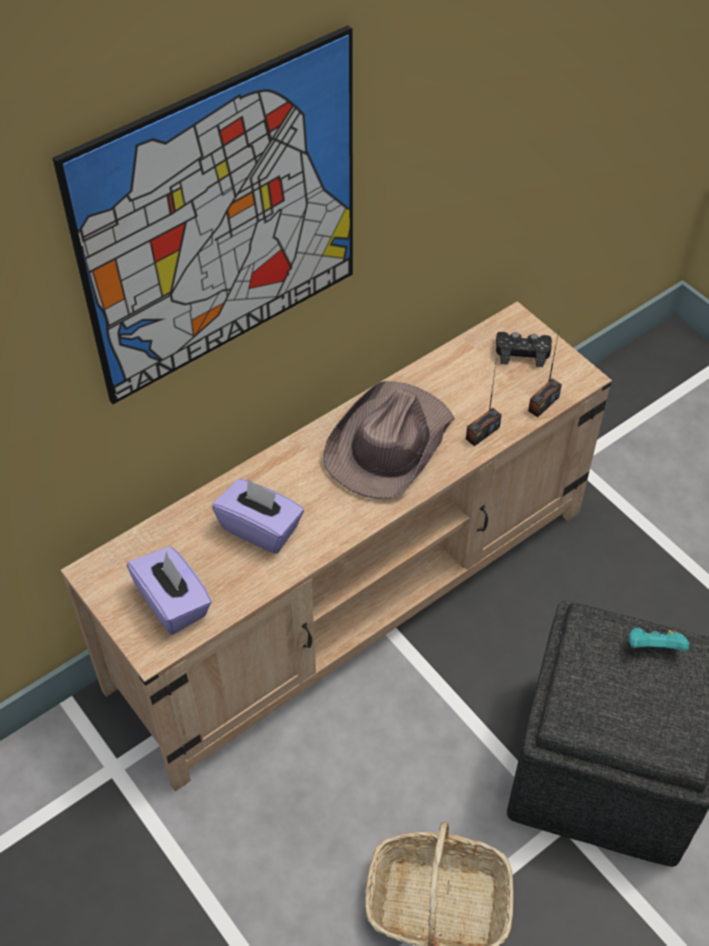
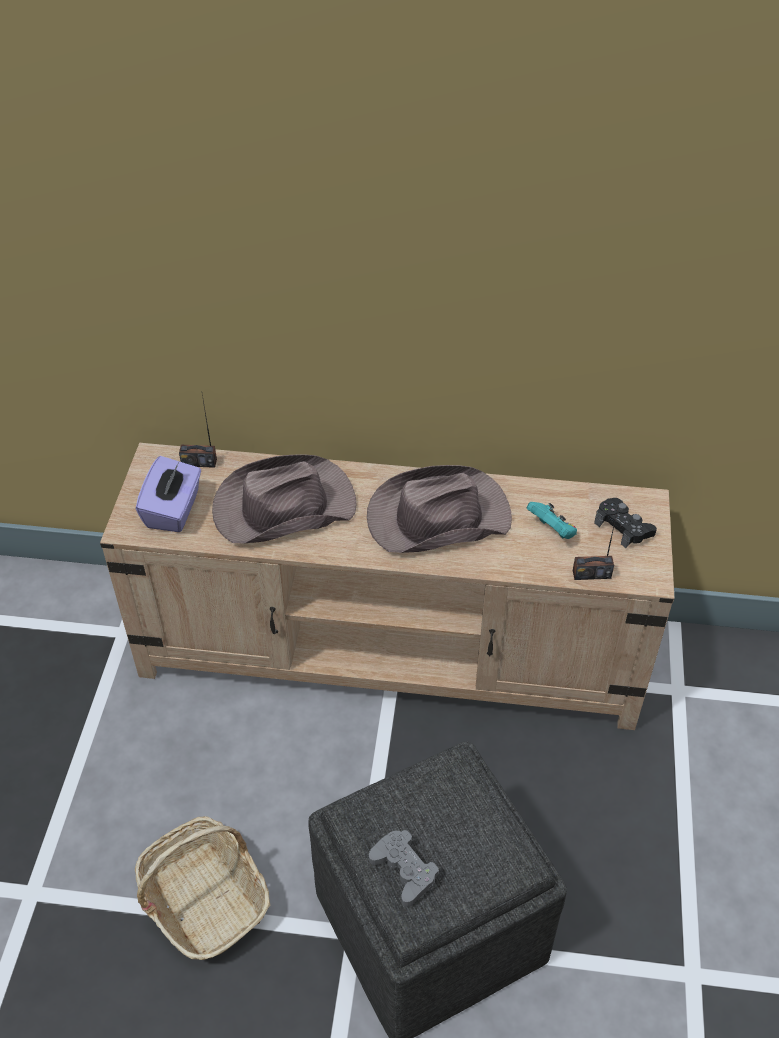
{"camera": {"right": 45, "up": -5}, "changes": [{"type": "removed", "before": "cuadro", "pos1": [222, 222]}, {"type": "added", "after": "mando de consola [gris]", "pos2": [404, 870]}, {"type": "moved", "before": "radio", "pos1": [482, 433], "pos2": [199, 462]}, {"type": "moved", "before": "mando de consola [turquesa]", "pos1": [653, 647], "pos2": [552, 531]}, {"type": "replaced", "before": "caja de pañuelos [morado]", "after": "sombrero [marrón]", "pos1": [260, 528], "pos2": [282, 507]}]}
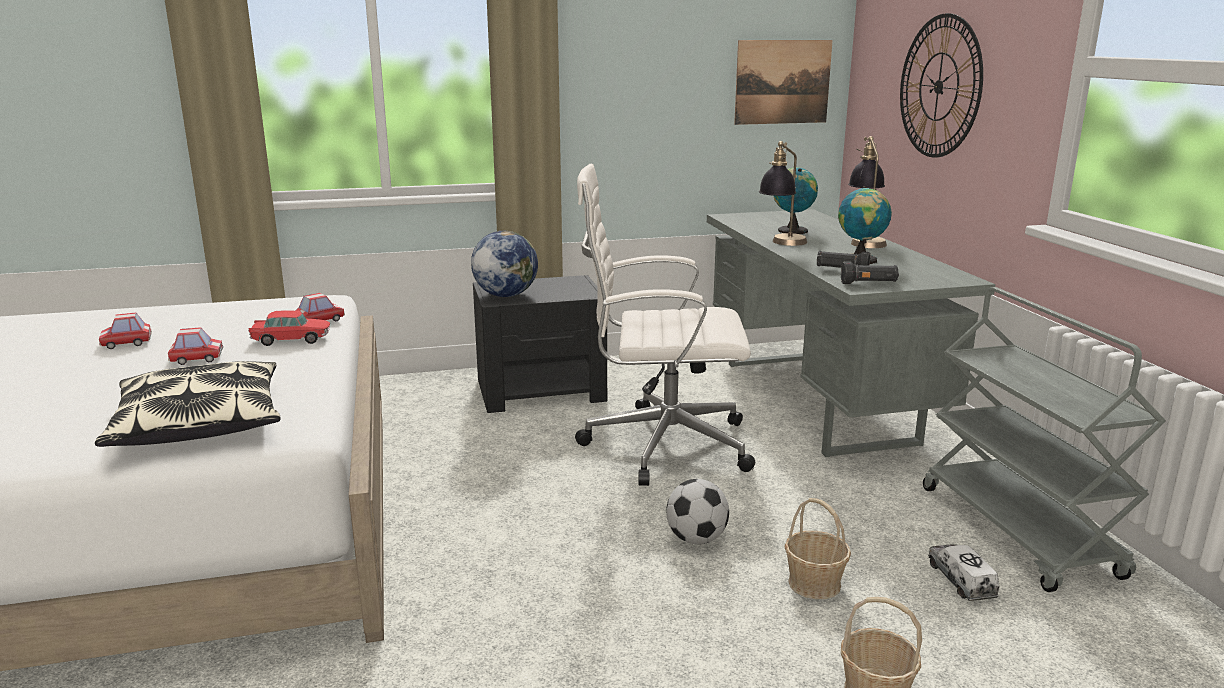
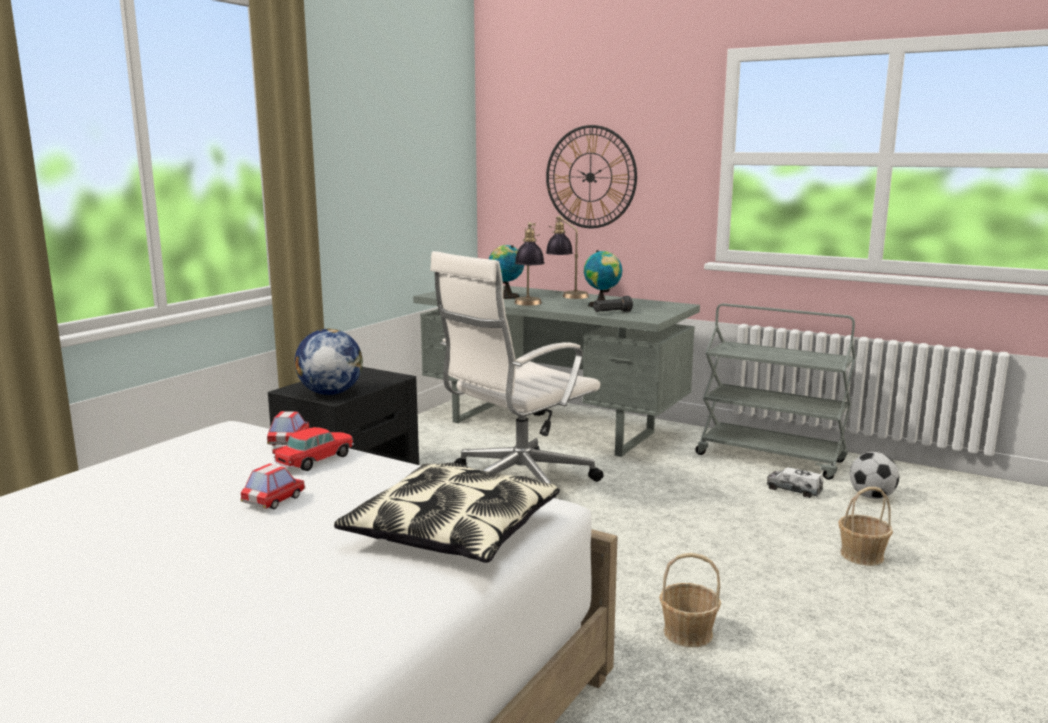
{"camera": {"right": -45, "up": -5}, "changes": [{"type": "removed", "before": "coche de juguete", "pos1": [127, 343]}, {"type": "removed", "before": "cuadro", "pos1": [782, 82]}, {"type": "removed", "before": "linterna [negro]", "pos1": [868, 283]}, {"type": "moved", "before": "balón de fútbol", "pos1": [696, 539], "pos2": [872, 497]}, {"type": "moved", "before": "cesta", "pos1": [814, 583], "pos2": [687, 633]}]}
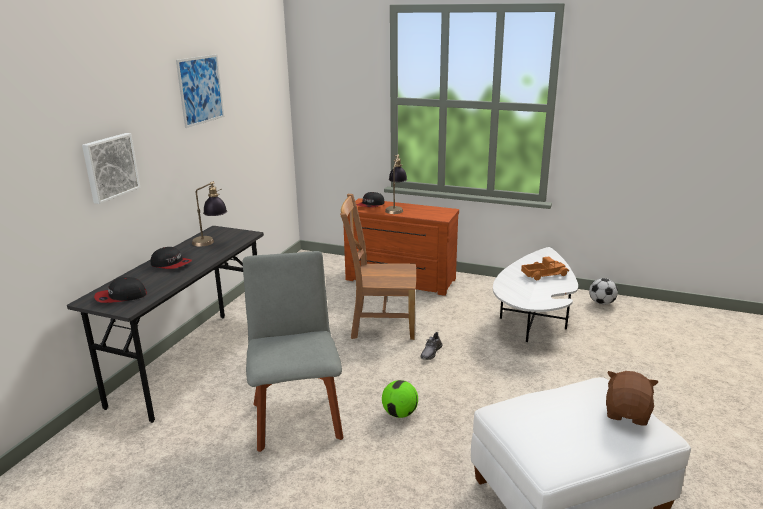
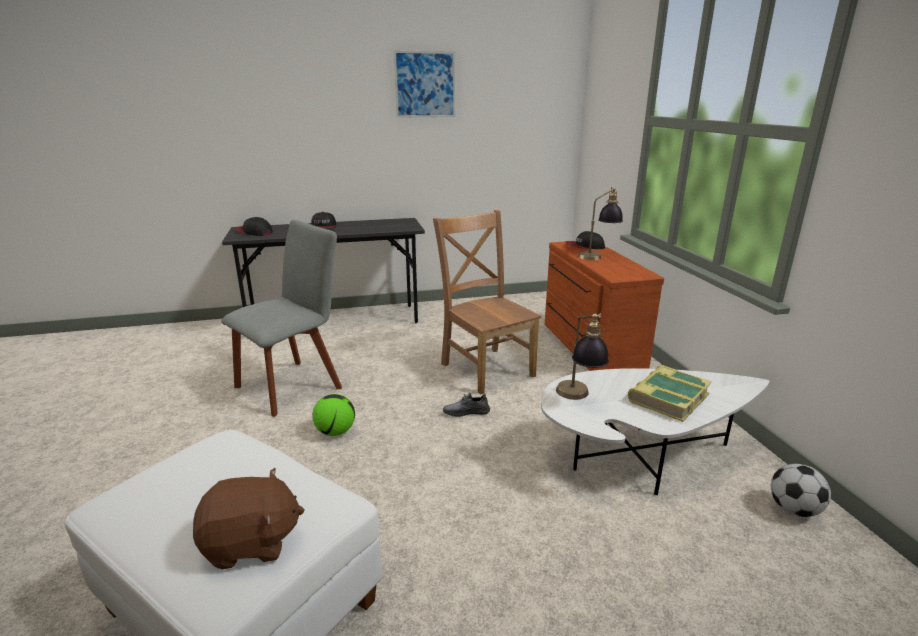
{"camera": {"right": 55, "up": 0}, "changes": [{"type": "removed", "before": "cuadro", "pos1": [110, 167]}, {"type": "moved", "before": "lámpara de mesa", "pos1": [211, 243], "pos2": [578, 398]}, {"type": "replaced", "before": "camión de juguete", "after": "libro", "pos1": [544, 274], "pos2": [667, 398]}]}
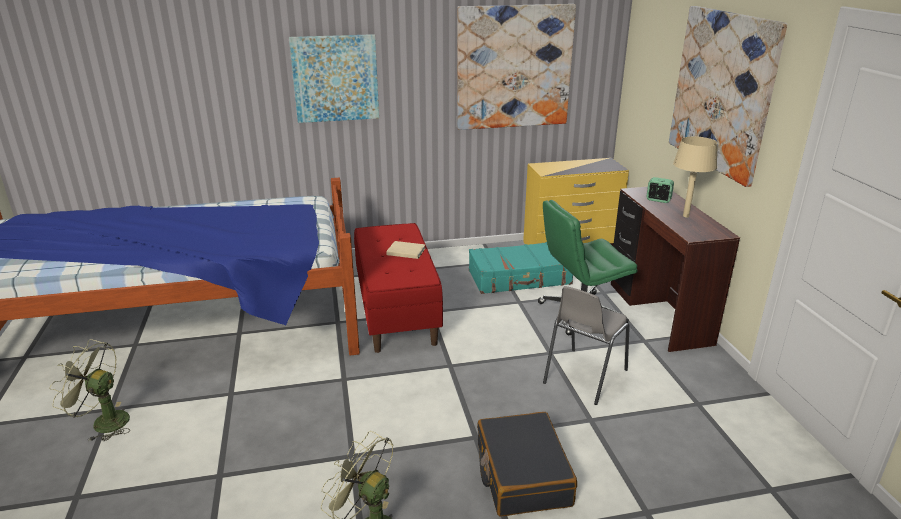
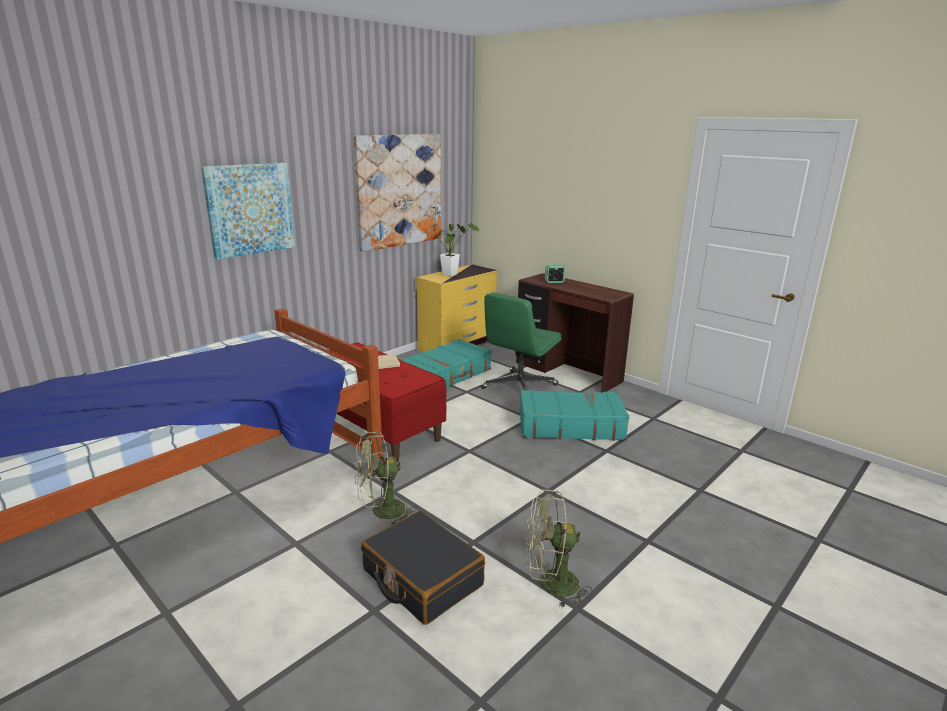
{"camera": {"right": -35, "up": -5}, "changes": [{"type": "removed", "before": "cuadro", "pos1": [722, 92]}, {"type": "removed", "before": "lámpara de mesa [beis]", "pos1": [685, 216]}, {"type": "added", "after": "planta en maceta", "pos2": [452, 274]}, {"type": "moved", "before": "ventilador [verde]", "pos1": [103, 422], "pos2": [381, 512]}, {"type": "moved", "before": "maleta [negro]", "pos1": [522, 474], "pos2": [422, 578]}, {"type": "replaced", "before": "silla [gris]", "after": "maleta [turquesa]", "pos1": [583, 376], "pos2": [570, 426]}]}
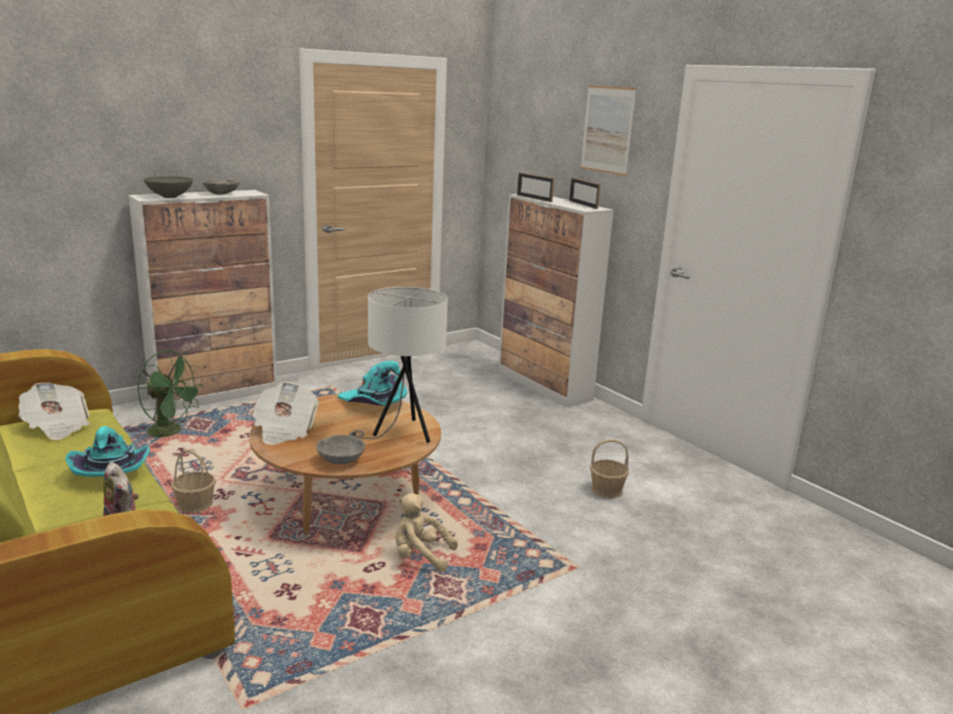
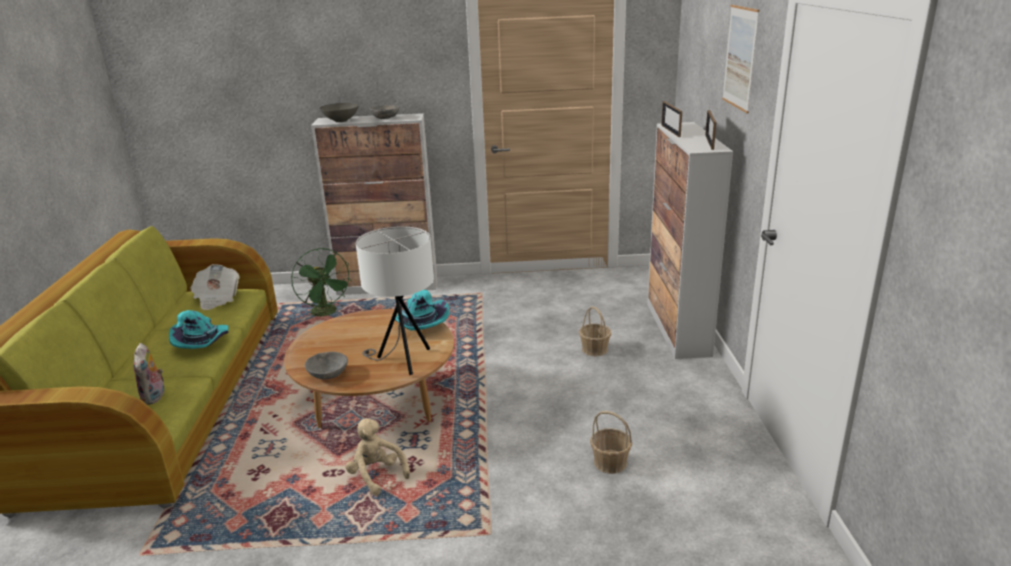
{"camera": {"right": 35, "up": 5}, "changes": [{"type": "removed", "before": "periódico", "pos1": [284, 430]}, {"type": "moved", "before": "cesta", "pos1": [195, 505], "pos2": [594, 349]}]}
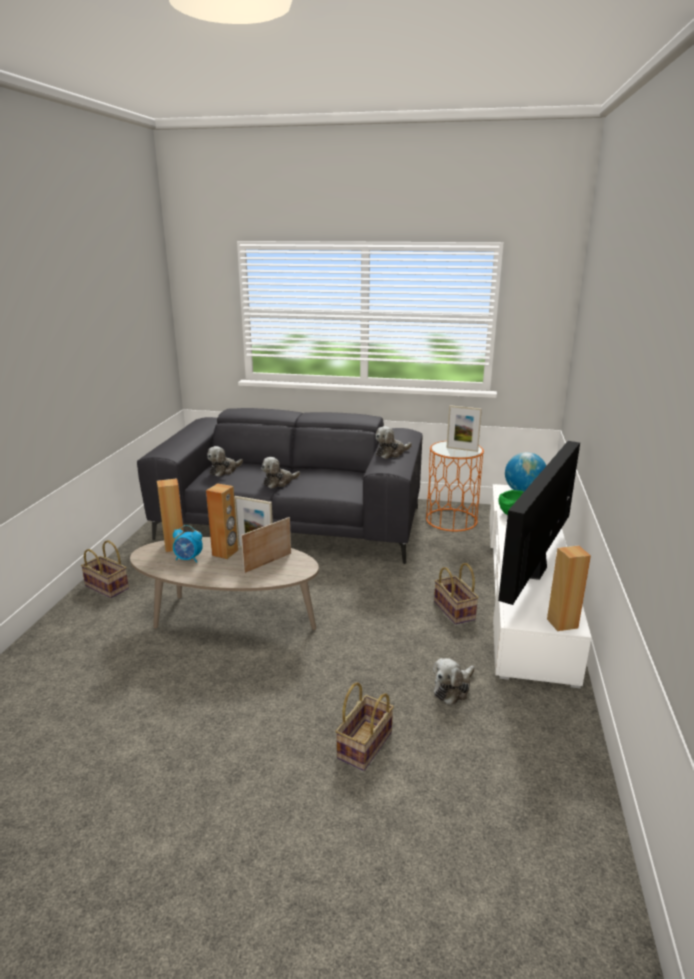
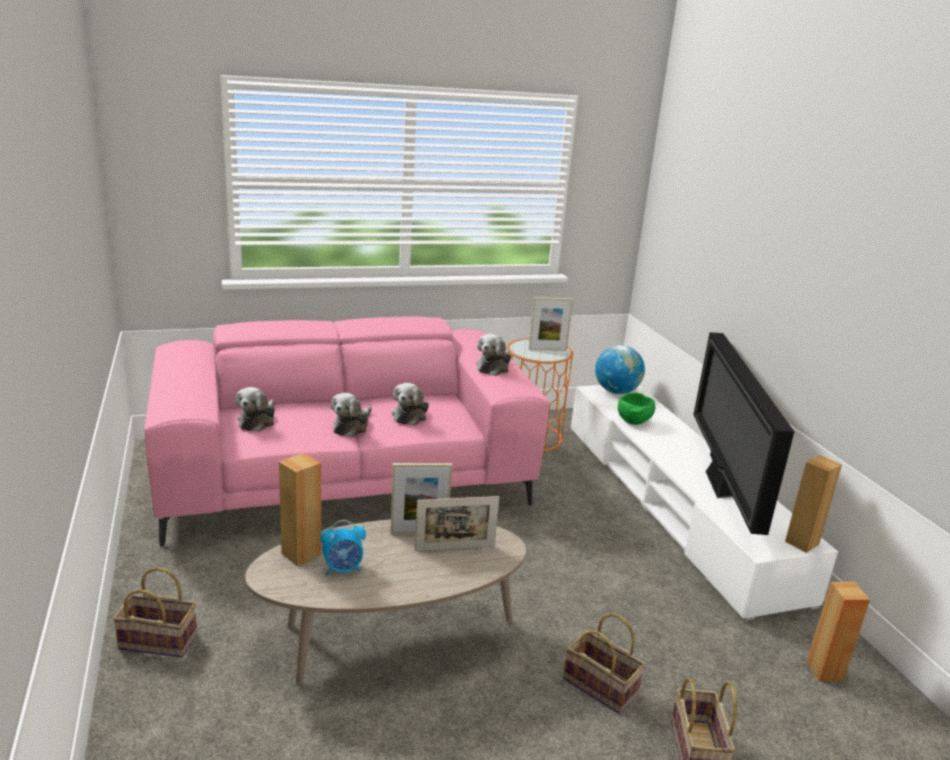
{"camera": {"right": -30, "up": 0}, "changes": [{"type": "moved", "before": "altavoz [marrón]", "pos1": [225, 553], "pos2": [825, 671]}, {"type": "moved", "before": "peluche", "pos1": [453, 689], "pos2": [410, 415]}, {"type": "moved", "before": "cesta", "pos1": [455, 611], "pos2": [602, 687]}, {"type": "recoloured", "before": "sofá [gris]", "after": "sofá [rosa]", "pos1": [291, 523], "pos2": [345, 479]}, {"type": "turned", "before": "portarretratos", "pos1": [268, 563], "pos2": [455, 548], "turn": -120}]}
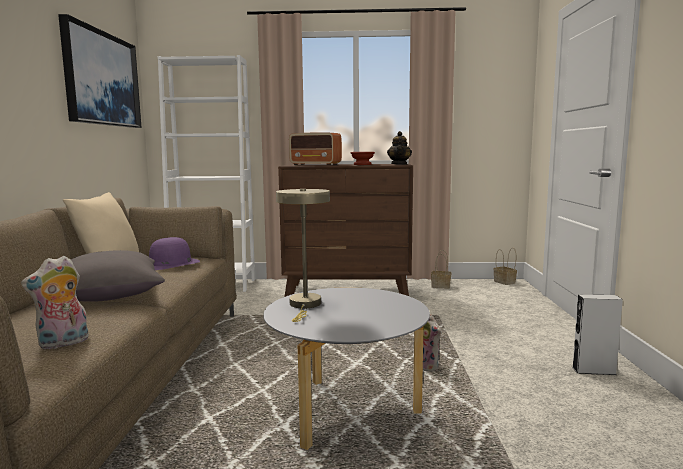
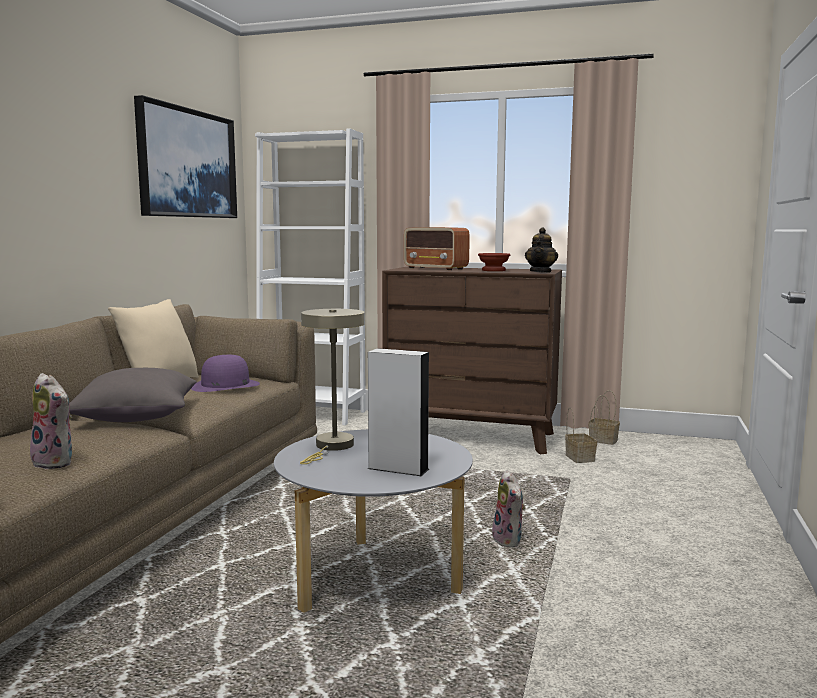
{"camera": {"right": 15, "up": 0}, "changes": [{"type": "moved", "before": "cesta", "pos1": [505, 282], "pos2": [581, 458]}, {"type": "moved", "before": "altavoz [gris]", "pos1": [593, 371], "pos2": [398, 468]}, {"type": "turned", "before": "peluche", "pos1": [63, 343], "pos2": [57, 462], "turn": -120}]}
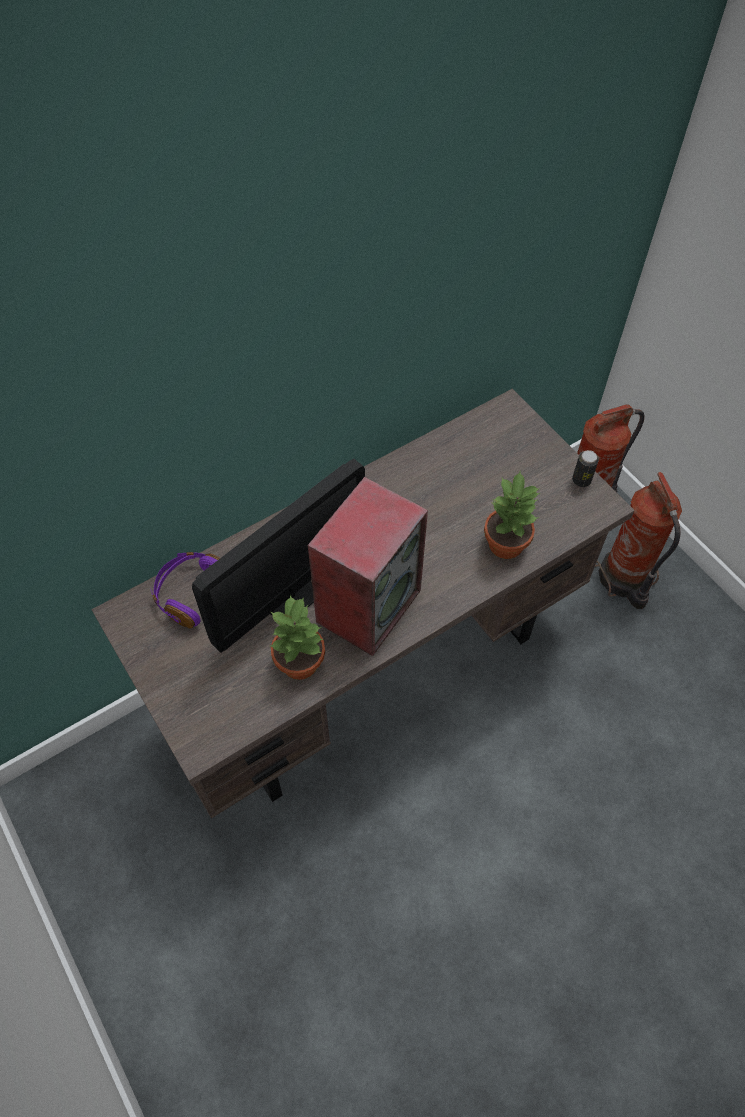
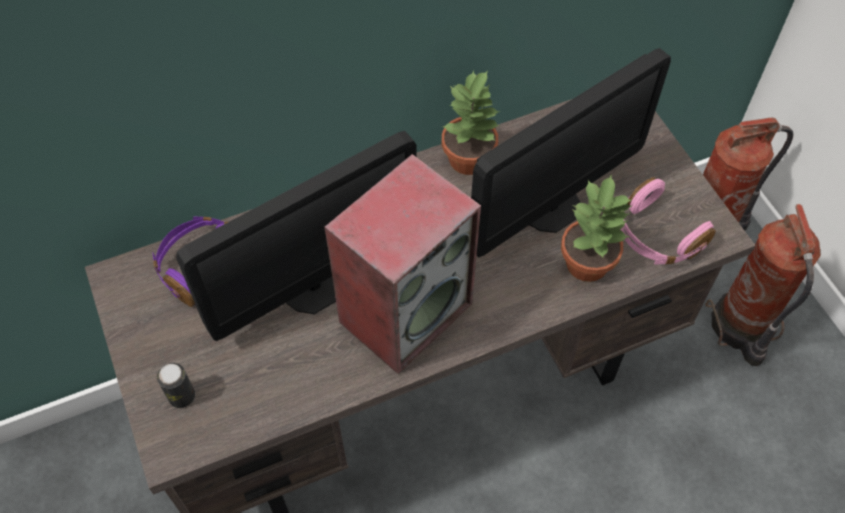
{"camera": {"right": 10, "up": 0}, "changes": [{"type": "added", "after": "monitor", "pos2": [550, 208]}, {"type": "added", "after": "auriculares [rosa]", "pos2": [655, 236]}, {"type": "moved", "before": "planta en maceta", "pos1": [301, 663], "pos2": [469, 159]}, {"type": "moved", "before": "lata", "pos1": [581, 480], "pos2": [182, 396]}]}
